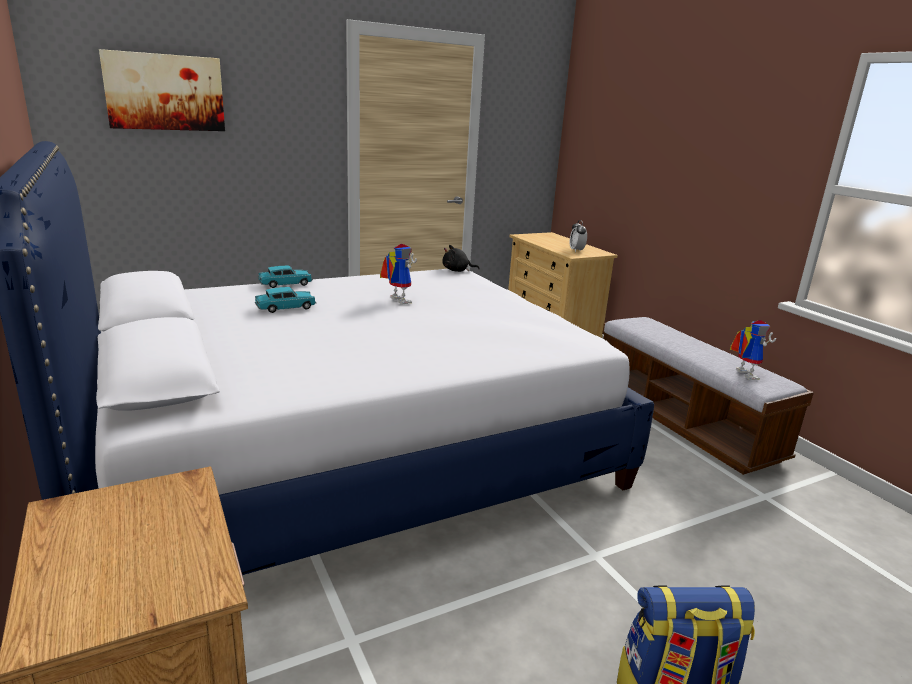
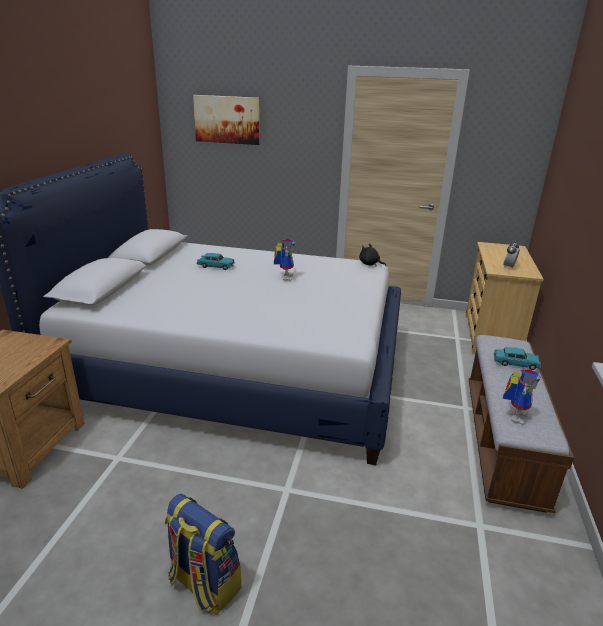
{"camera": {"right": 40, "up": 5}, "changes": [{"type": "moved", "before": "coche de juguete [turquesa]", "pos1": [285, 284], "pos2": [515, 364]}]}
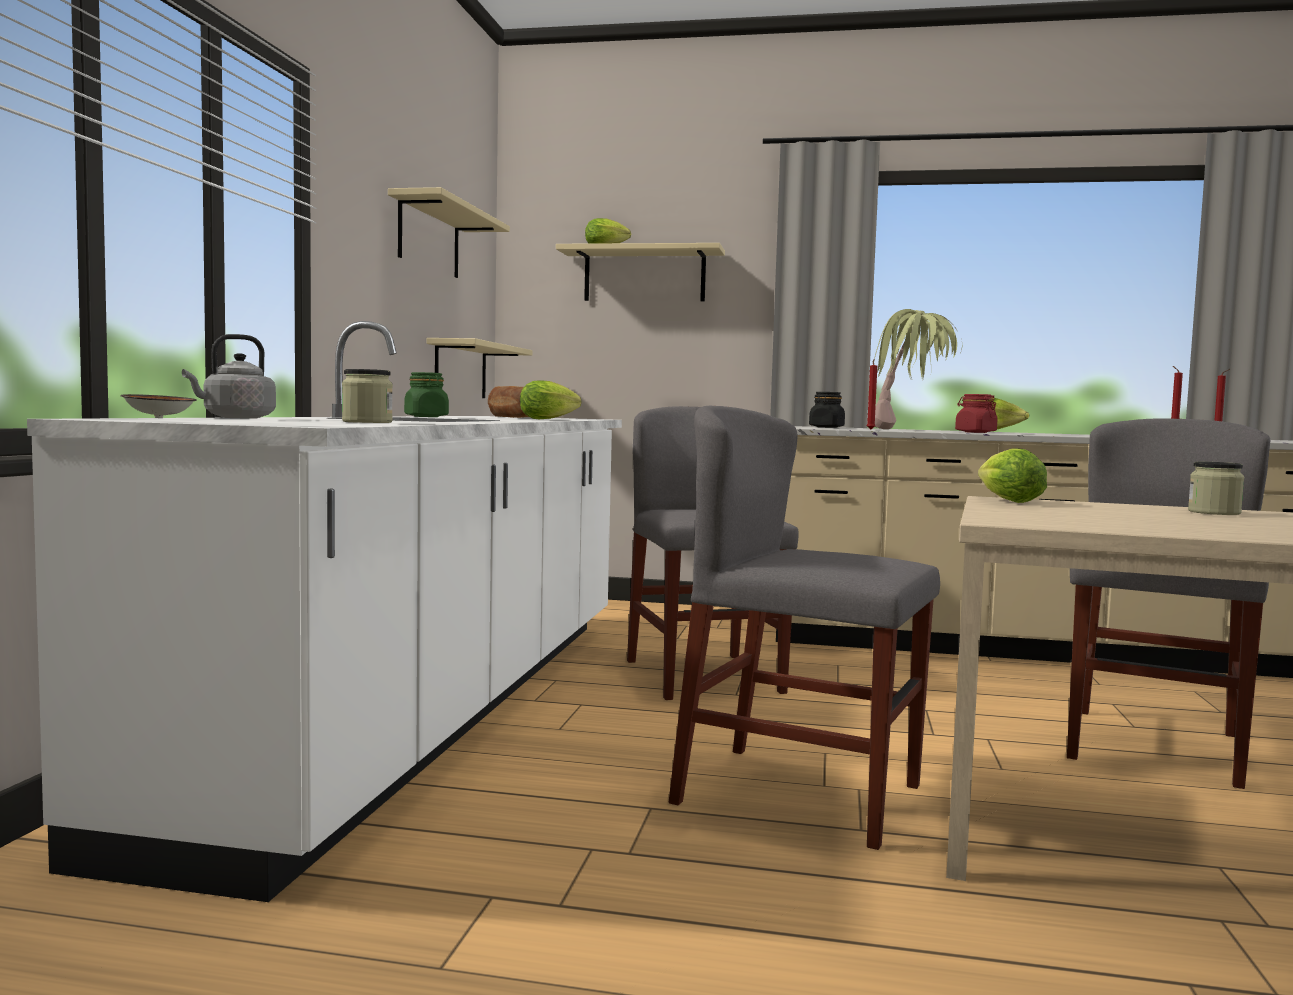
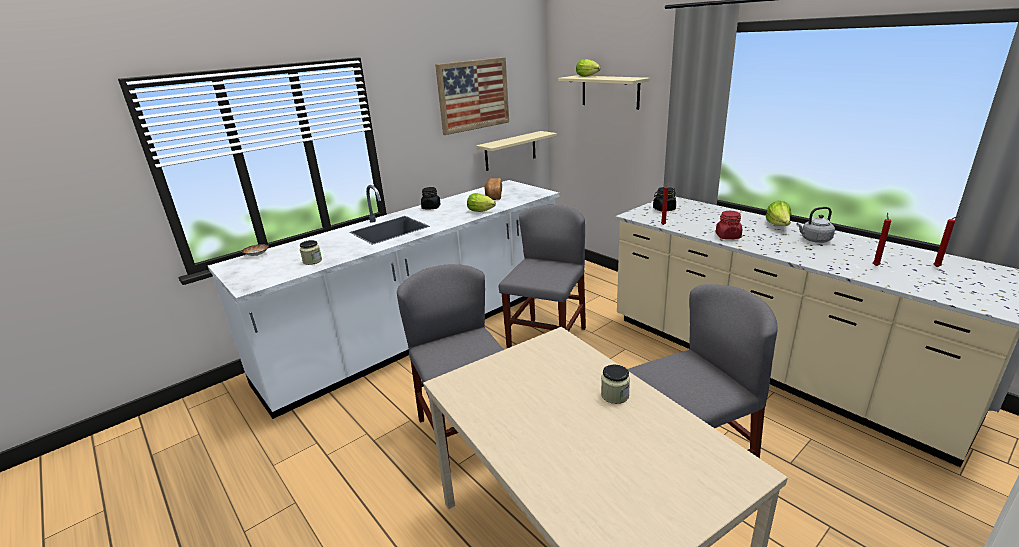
{"camera": {"right": 40, "up": 20}, "changes": [{"type": "removed", "before": "planta en maceta", "pos1": [910, 429]}, {"type": "removed", "before": "lechuga", "pos1": [1005, 501]}, {"type": "moved", "before": "hervidor [gris]", "pos1": [235, 418], "pos2": [814, 240]}, {"type": "replaced", "before": "estante [beis]", "after": "cuadro", "pos1": [429, 238], "pos2": [474, 95]}, {"type": "recoloured", "before": "tarro [verde]", "after": "tarro [negro]", "pos1": [426, 416], "pos2": [431, 207]}]}
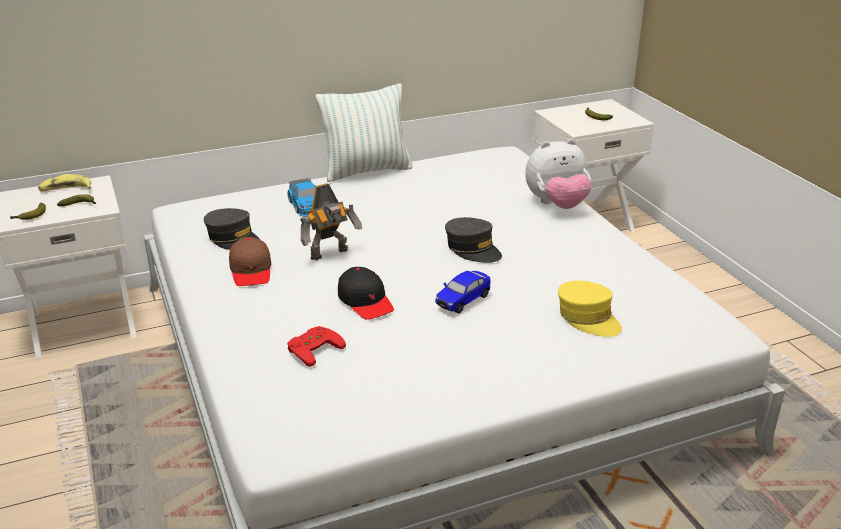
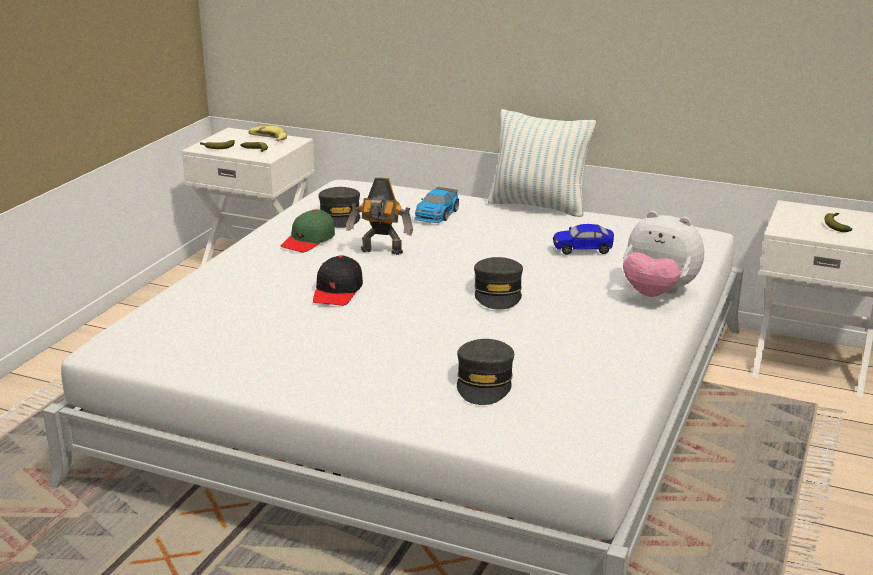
{"camera": {"right": 45, "up": -5}, "changes": [{"type": "removed", "before": "mando de consola [rojo]", "pos1": [313, 348]}, {"type": "moved", "before": "coche de juguete", "pos1": [462, 301], "pos2": [582, 249]}, {"type": "recoloured", "before": "gorra [marrón]", "after": "gorra [verde]", "pos1": [251, 270], "pos2": [308, 240]}, {"type": "recoloured", "before": "gorra [amarillo]", "after": "gorra [gris]", "pos1": [588, 318], "pos2": [484, 383]}]}
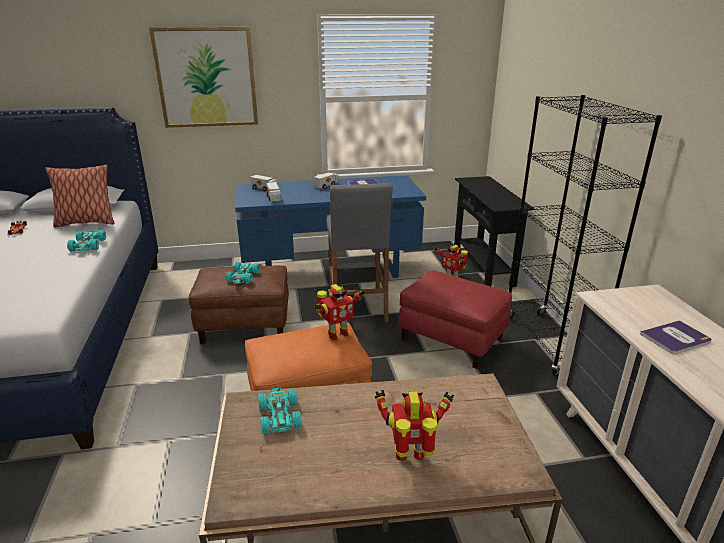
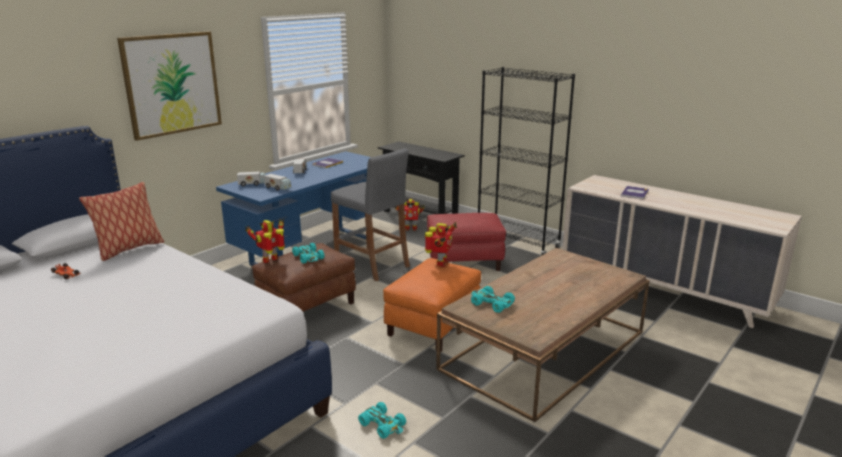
{"camera": {"right": -40, "up": -5}, "changes": [{"type": "moved", "before": "coche de juguete [turquesa]", "pos1": [88, 245], "pos2": [383, 425]}, {"type": "moved", "before": "robot de juguete", "pos1": [411, 457], "pos2": [271, 260]}]}
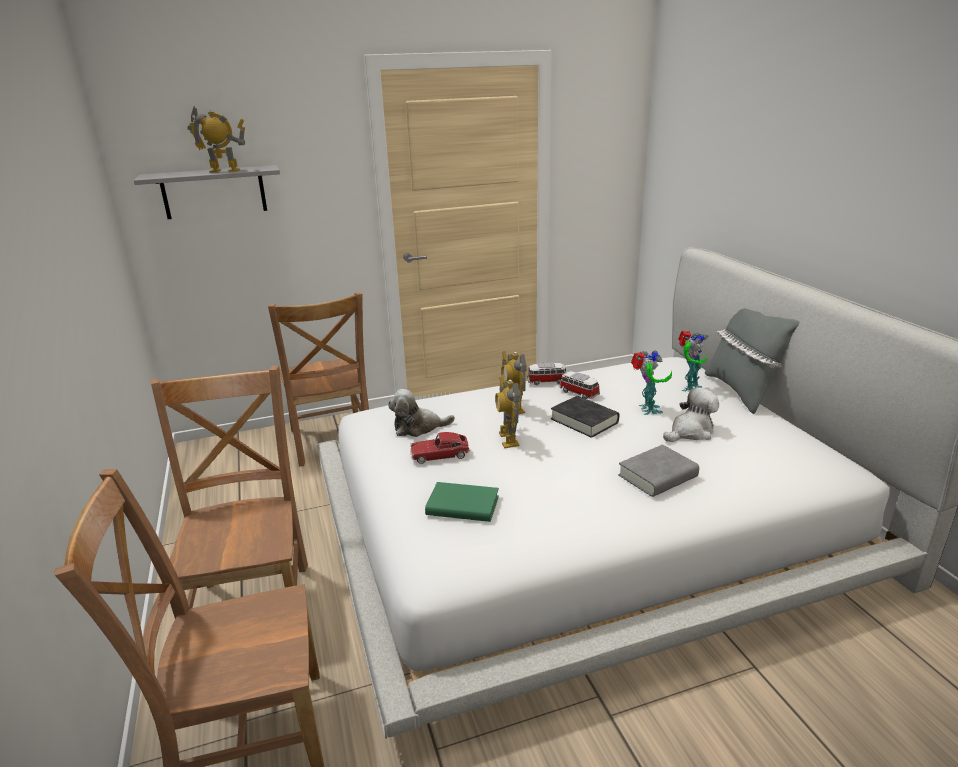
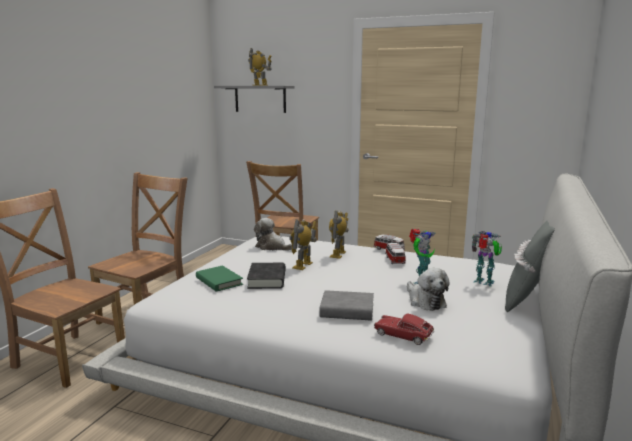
{"camera": {"right": 40, "up": -10}, "changes": [{"type": "moved", "before": "coche de juguete", "pos1": [440, 455], "pos2": [403, 335]}, {"type": "moved", "before": "libro [negro]", "pos1": [584, 421], "pos2": [267, 280]}, {"type": "turned", "before": "peluche", "pos1": [690, 432], "pos2": [425, 301], "turn": 60}, {"type": "turned", "before": "robot de juguete", "pos1": [690, 389], "pos2": [484, 282], "turn": -135}]}
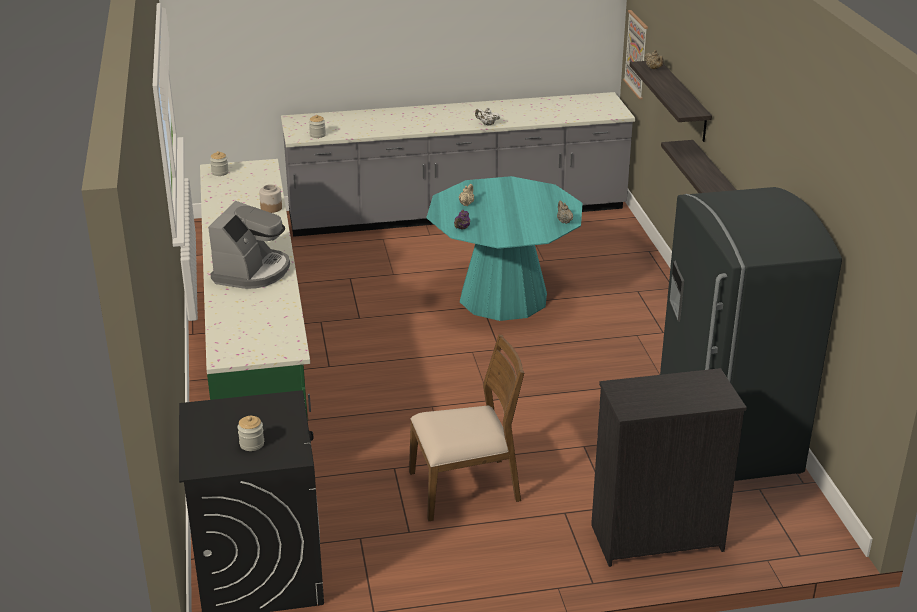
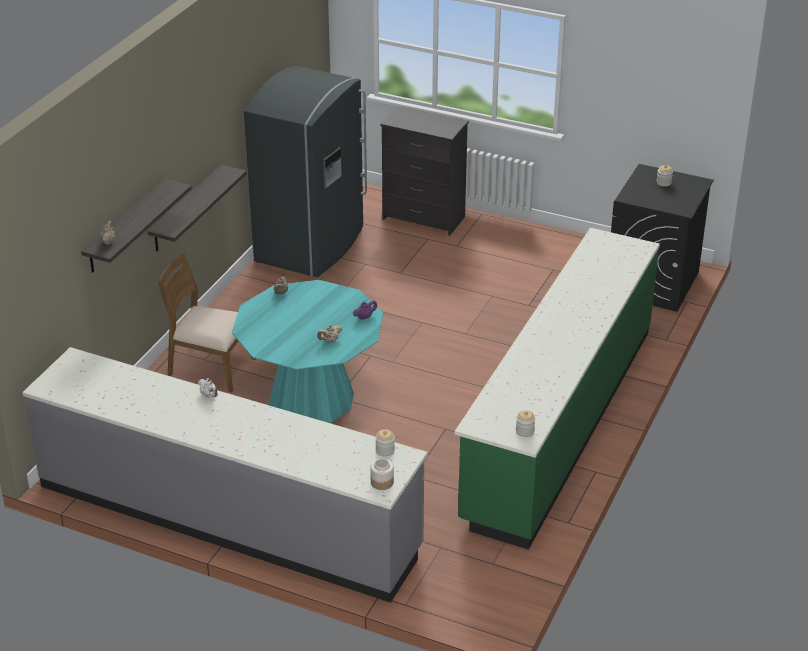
{"camera": {"right": -145, "up": 5}, "changes": [{"type": "removed", "before": "cafetera", "pos1": [252, 272]}, {"type": "removed", "before": "cuadro", "pos1": [636, 54]}, {"type": "moved", "before": "tarro", "pos1": [271, 208], "pos2": [381, 482]}, {"type": "moved", "before": "silla [marrón]", "pos1": [465, 487], "pos2": [210, 367]}]}
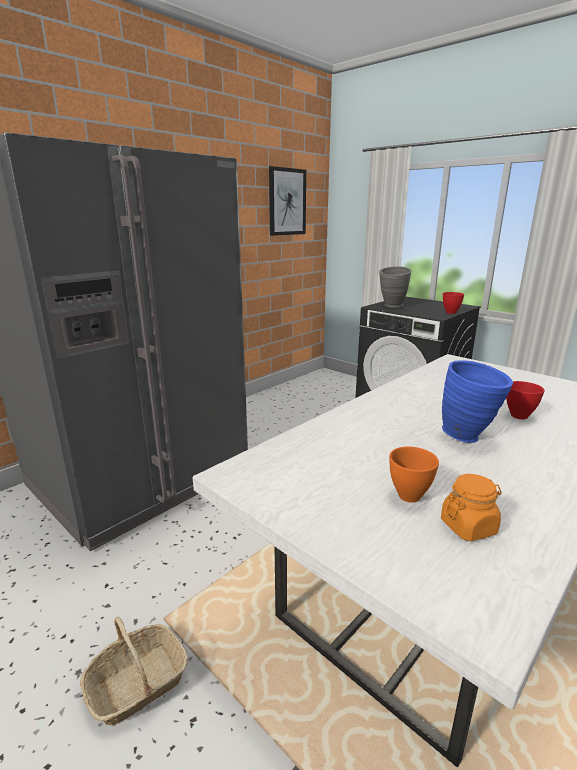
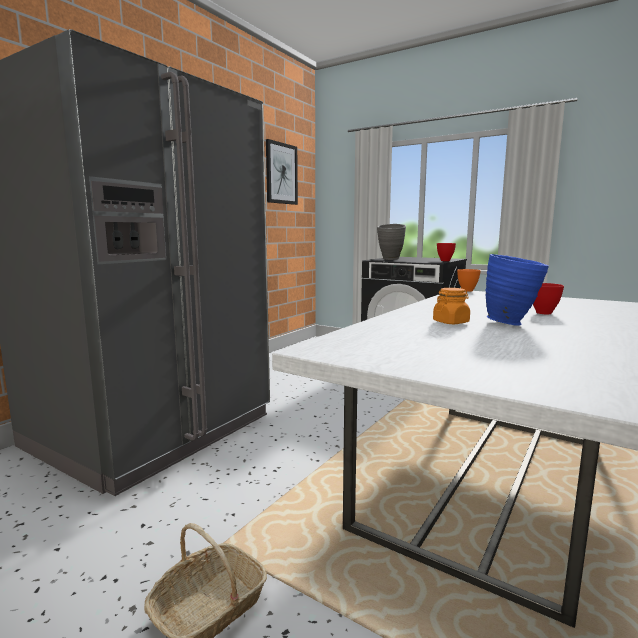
{"camera": {"right": -10, "up": -10}, "changes": [{"type": "moved", "before": "cuenco [naranja]", "pos1": [410, 497], "pos2": [467, 290]}, {"type": "moved", "before": "tarro [naranja]", "pos1": [468, 527], "pos2": [451, 322]}]}
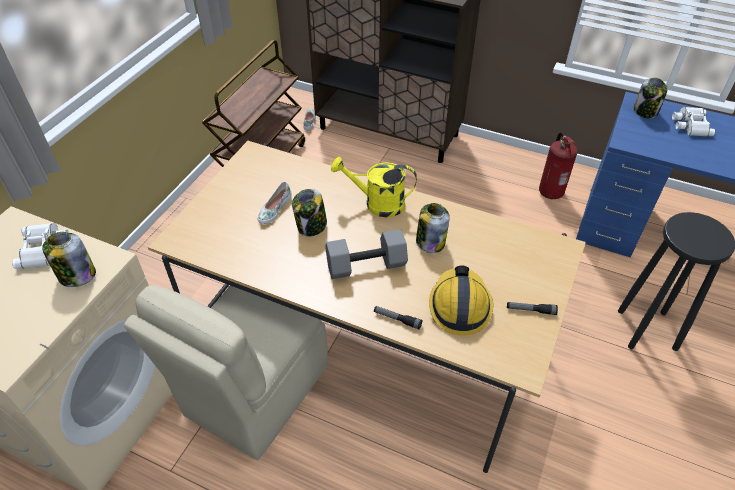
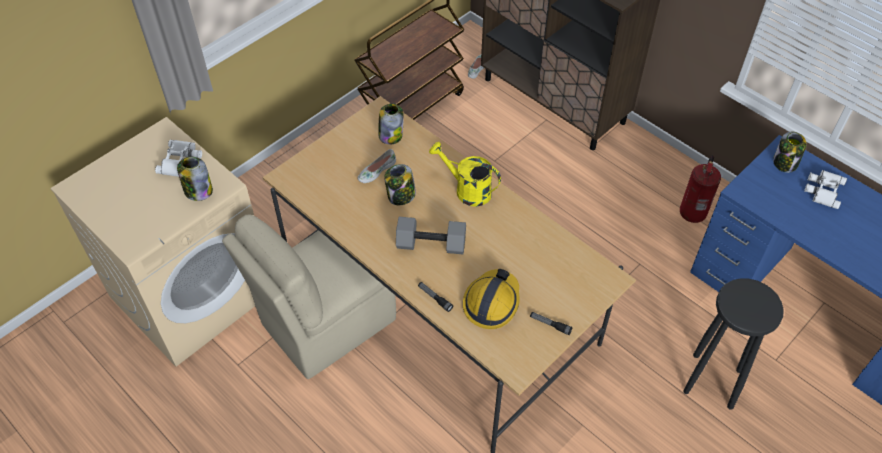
{"camera": {"right": 20, "up": 5}, "changes": [{"type": "moved", "before": "tarro", "pos1": [430, 241], "pos2": [391, 135]}]}
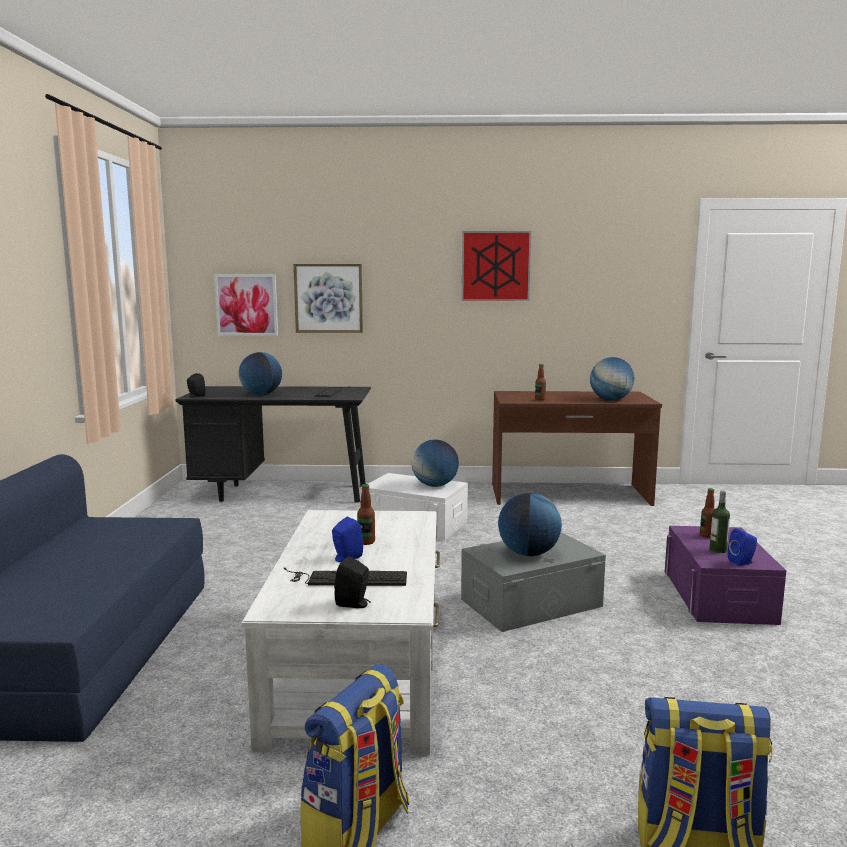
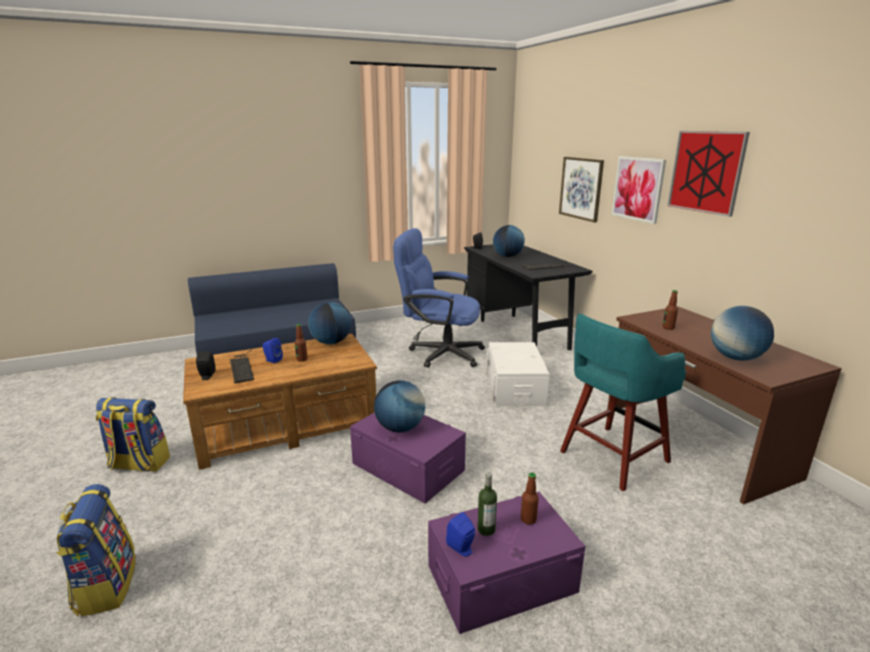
{"camera": {"right": 65, "up": 10}, "changes": [{"type": "added", "after": "silla de oficina [azul]", "pos2": [439, 353]}, {"type": "added", "after": "taburete [turquesa]", "pos2": [611, 457]}, {"type": "moved", "before": "cuadro", "pos1": [246, 305], "pos2": [638, 189]}, {"type": "moved", "before": "globo terráqueo", "pos1": [435, 485], "pos2": [331, 342]}, {"type": "recoloured", "before": "mesa de centro [blanco]", "after": "mesa de centro [marrón]", "pos1": [361, 664], "pos2": [287, 425]}, {"type": "recoloured", "before": "caja de almacenaje [gris]", "after": "caja de almacenaje [morado]", "pos1": [531, 603], "pos2": [408, 466]}]}
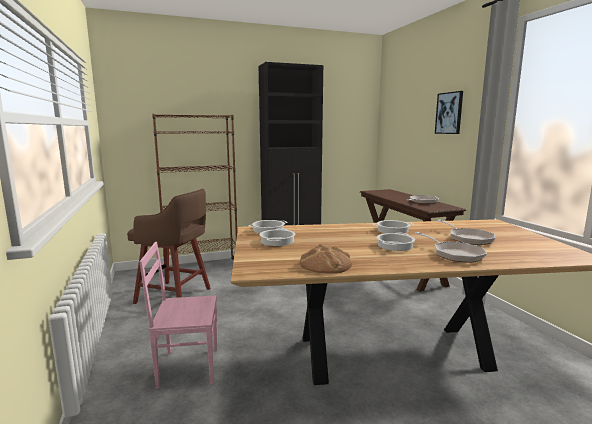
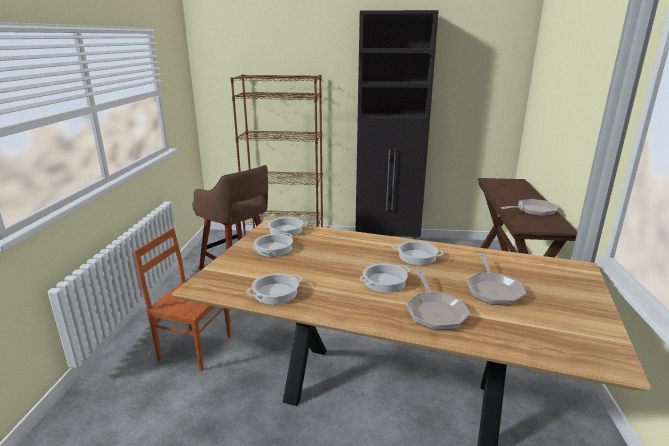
{"camera": {"right": 25, "up": 10}, "changes": [{"type": "removed", "before": "cuadro", "pos1": [449, 113]}, {"type": "replaced", "before": "pan", "after": "olla", "pos1": [325, 264], "pos2": [275, 292]}, {"type": "recoloured", "before": "silla [rosa]", "after": "silla [marrón]", "pos1": [188, 366], "pos2": [195, 347]}]}
